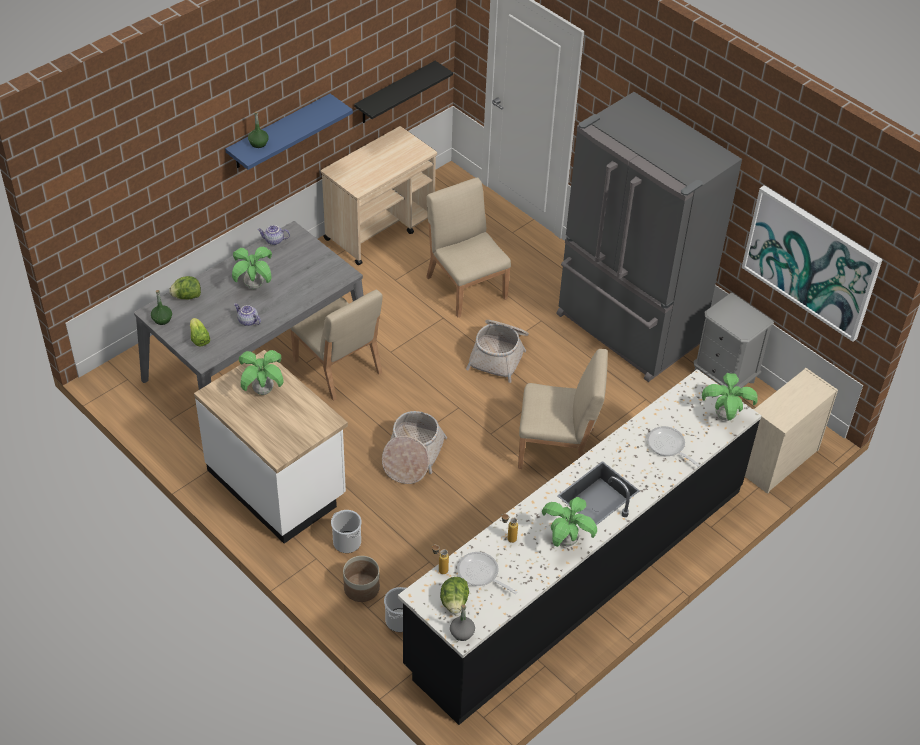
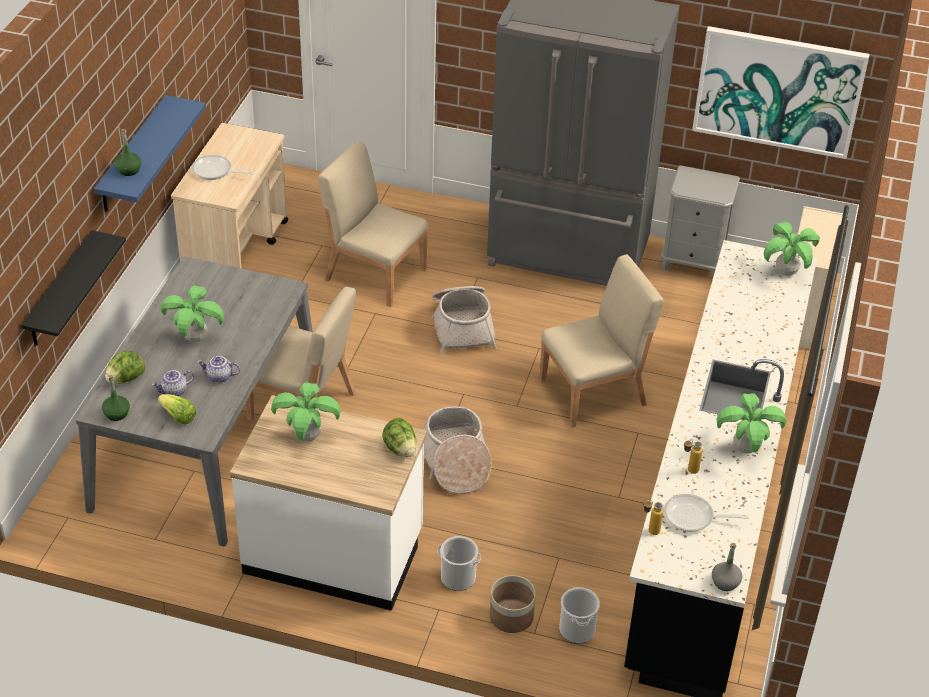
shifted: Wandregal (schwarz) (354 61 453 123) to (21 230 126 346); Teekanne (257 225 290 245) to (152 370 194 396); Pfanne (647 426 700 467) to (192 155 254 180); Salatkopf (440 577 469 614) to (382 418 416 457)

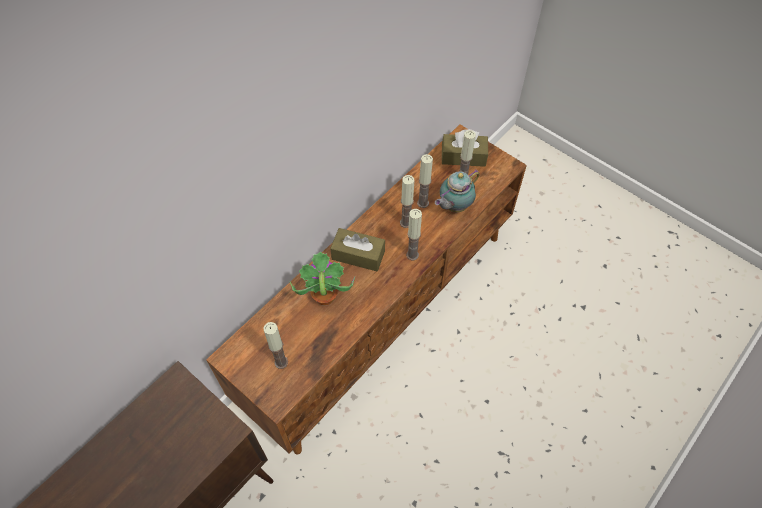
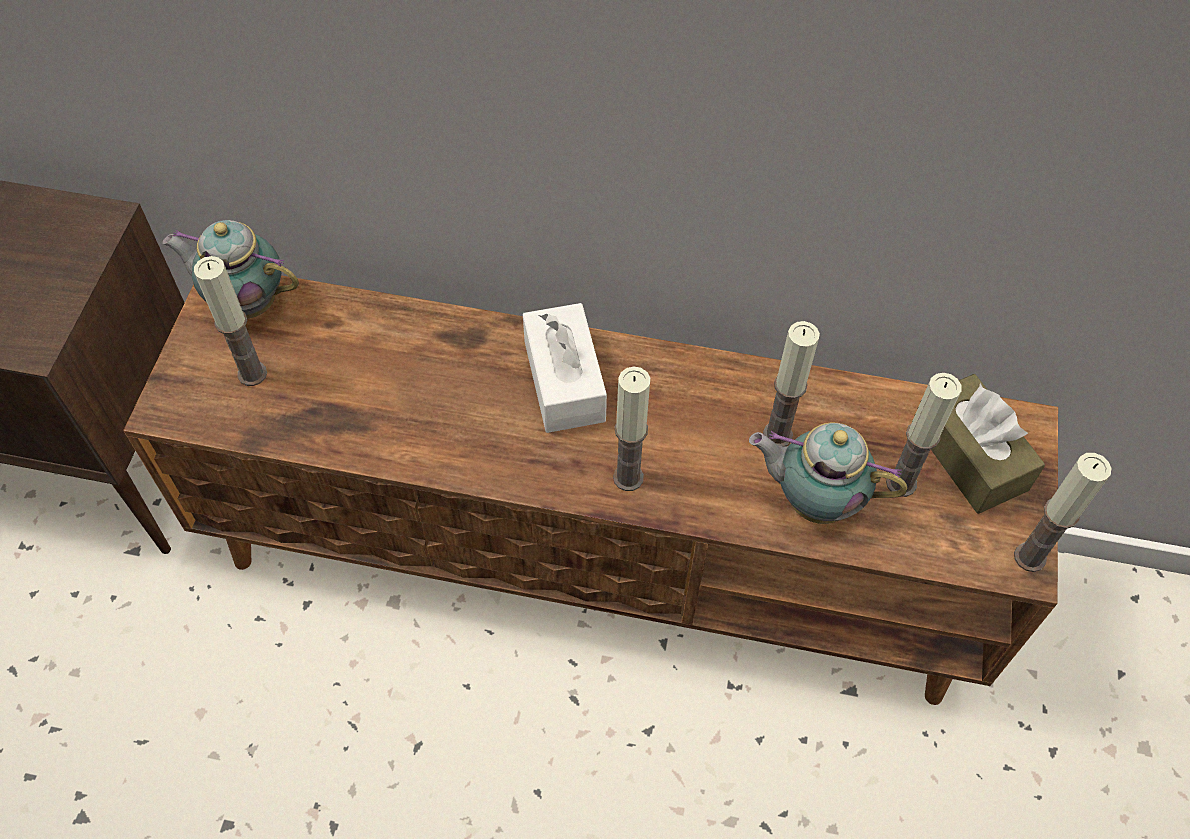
gone: Topfpflanze (290 252 355 306)
new: Teekanne (162 220 299 319)
shifted: Kerze (400 175 414 228) to (1014 453 1112 572)
repainted: Taschentuchbox (braun) (330 228 385 271) to Taschentuchbox (weiß) (523 303 607 433)

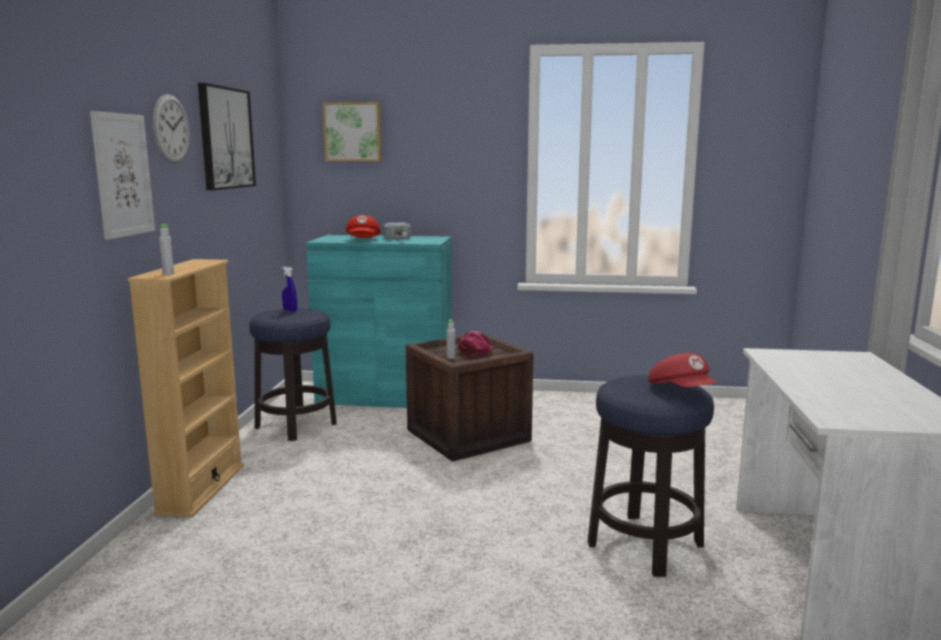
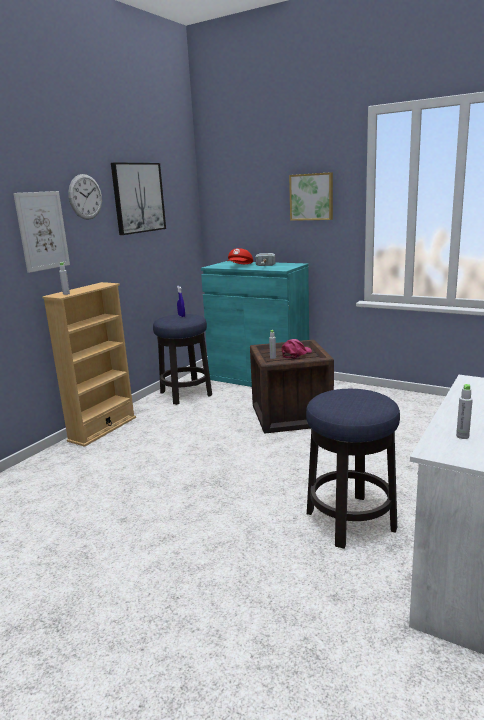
gone: Kappe (rot) (648 353 718 387)
new: Flasche (grau) (456 384 473 439)
shifted: Bild (323 102 382 161) to (289 172 333 221)

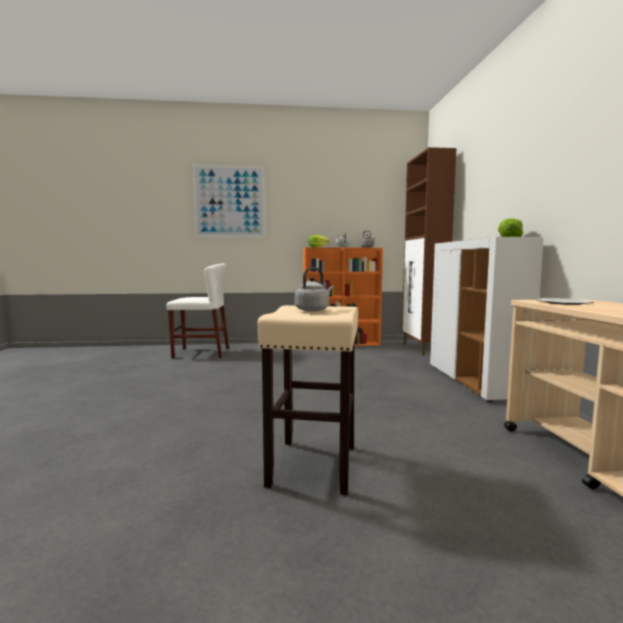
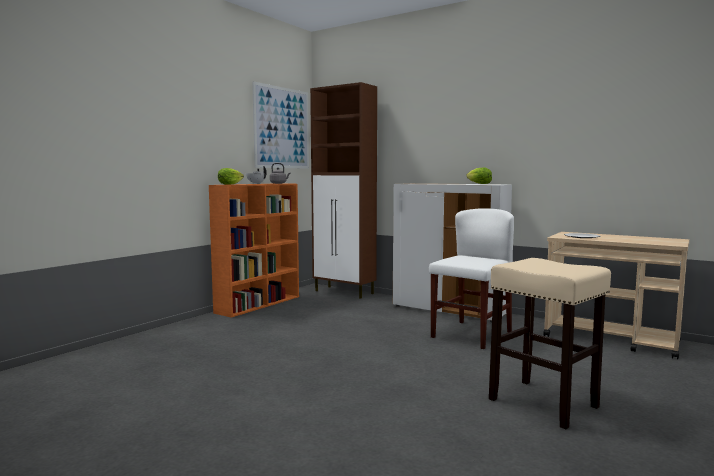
gone: Wasserkessel (grau) (295 268 333 311)
shifted: Bild (193 165 265 238) to (252 81 309 169); Stuhl (weiß) (167 263 229 358) to (429 208 514 349)

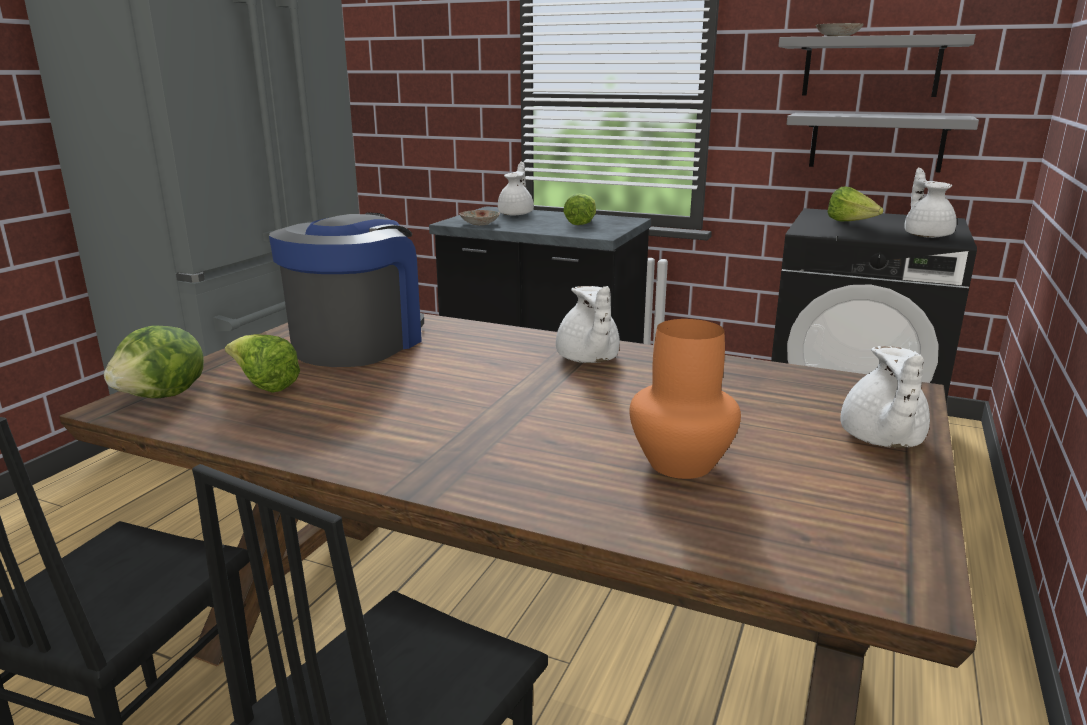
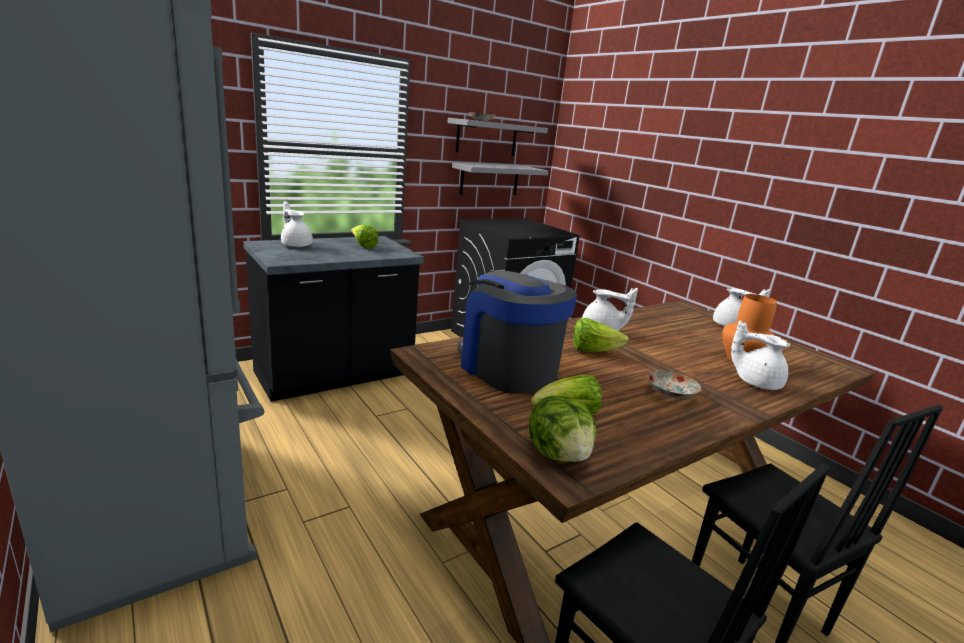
shifted: Teekanne (weiß) (904 168 957 238) to (731 320 790 390); Salatkopf (828 186 884 222) to (573 318 629 352); Teller (460 210 500 225) to (648 371 701 399)

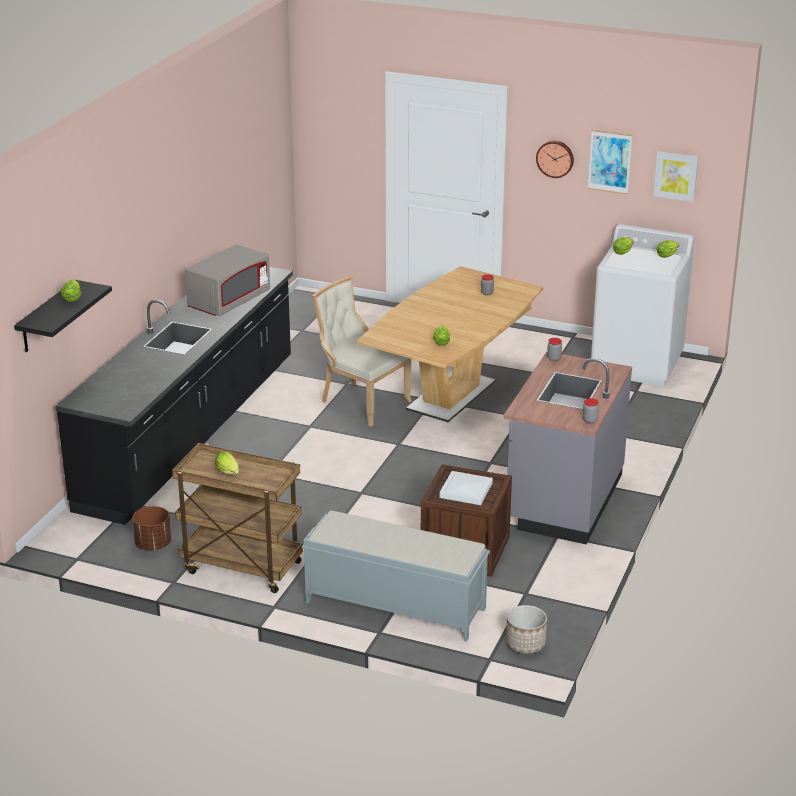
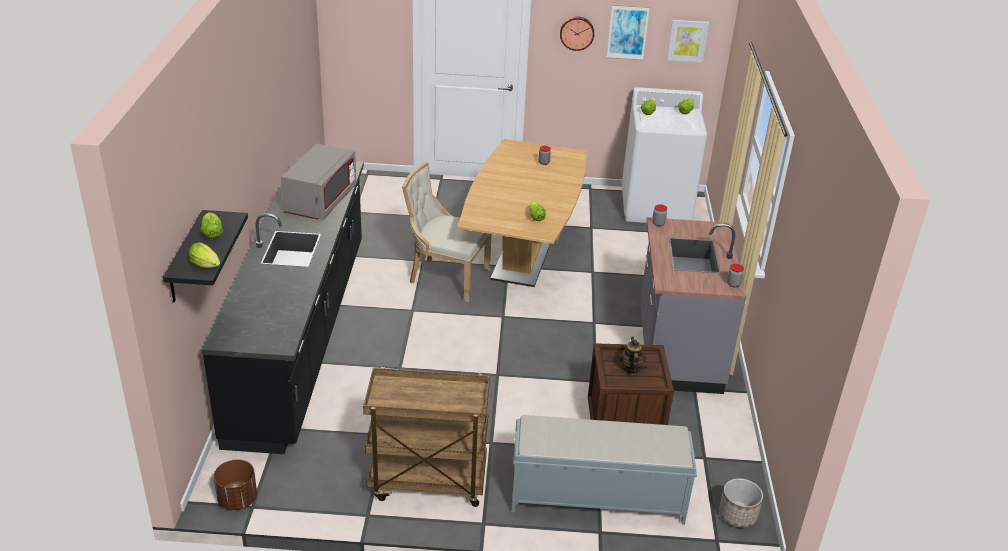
shifted: Salatkopf (215 451 239 475) to (188 242 220 268); Pflanzkübel (braun) (132 506 171 550) to (214 459 257 510)
swapped: Tablett (weiß) (439 471 493 505) to Teekanne (619 337 646 374)

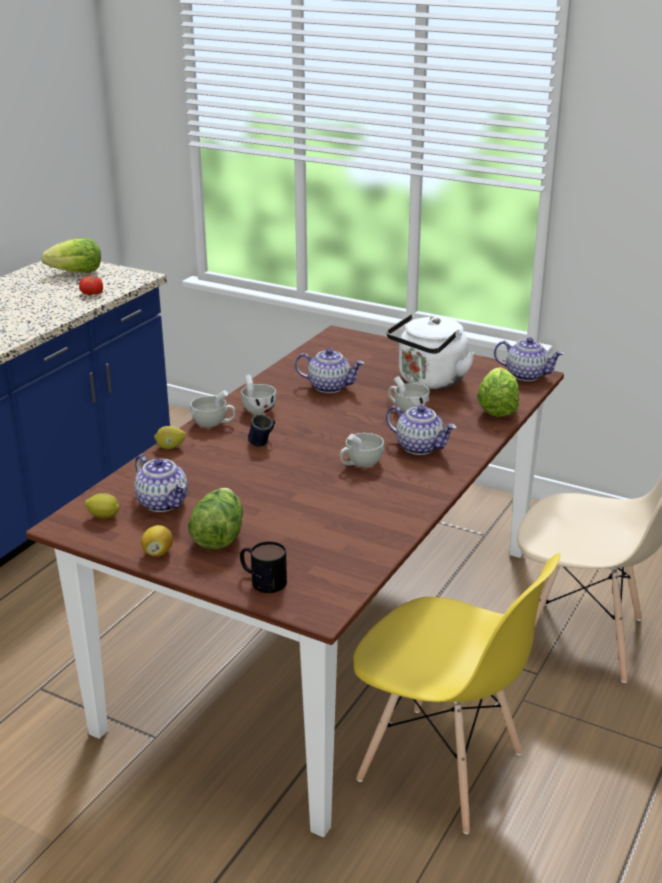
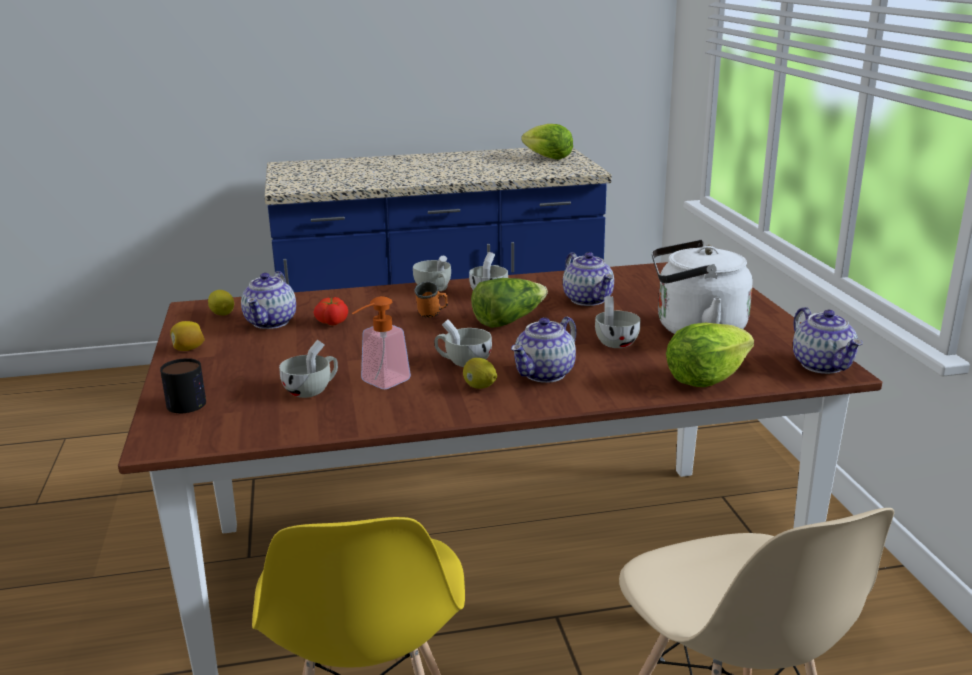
new: Seifenspender (352 296 411 389); Tasse (weiß) (279 339 338 398)
shifted: Tomate (79 276 103 295) to (314 297 348 326); Zitrone (154 426 185 449) to (463 358 497 389); Salatkopf (188 488 243 550) to (471 278 548 328)
repainted: Henkelbecher (blau) (248 414 275 447) to Henkelbecher (orange) (414 281 448 318)
rotated: Teekanne (386 405 456 455) = (511 317 576 383) 45 degrees clockwise

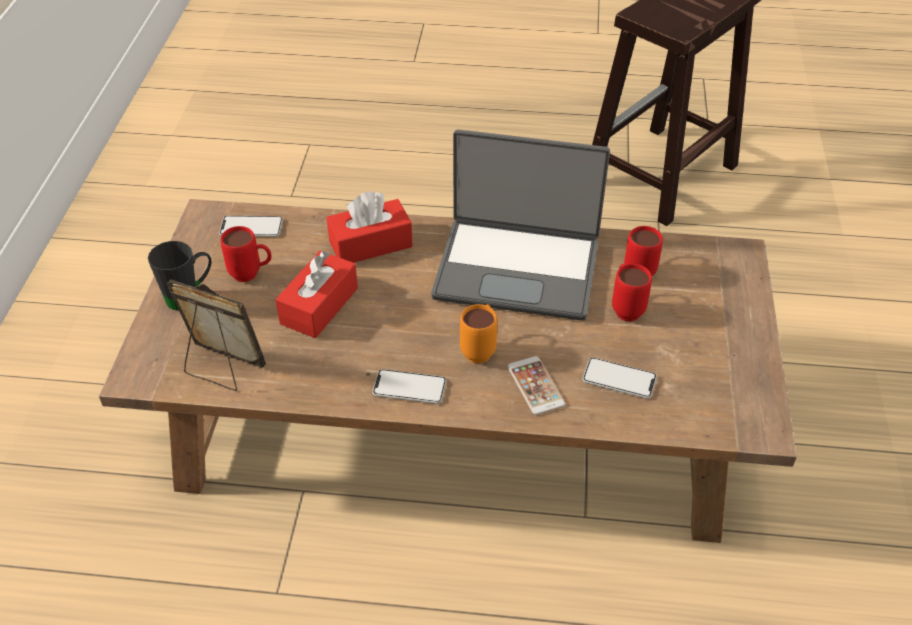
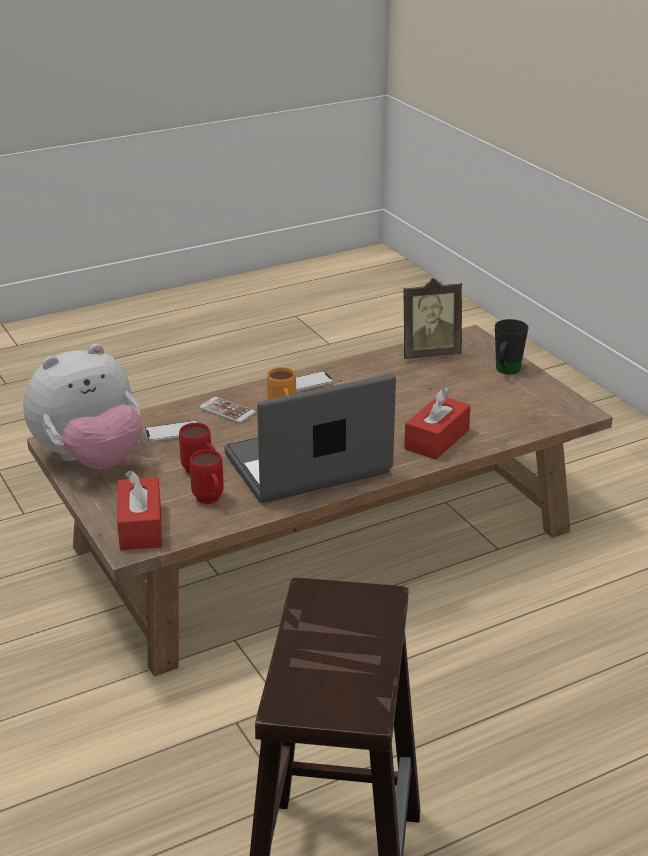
gone: Handy (219 216 283 237); Henkelbecher (rot) (221 226 272 282)
new: Plüschtier (23 344 143 469)
shifted: Taschentuchbox (rot) (275 251 358 338) to (117 470 162 550)

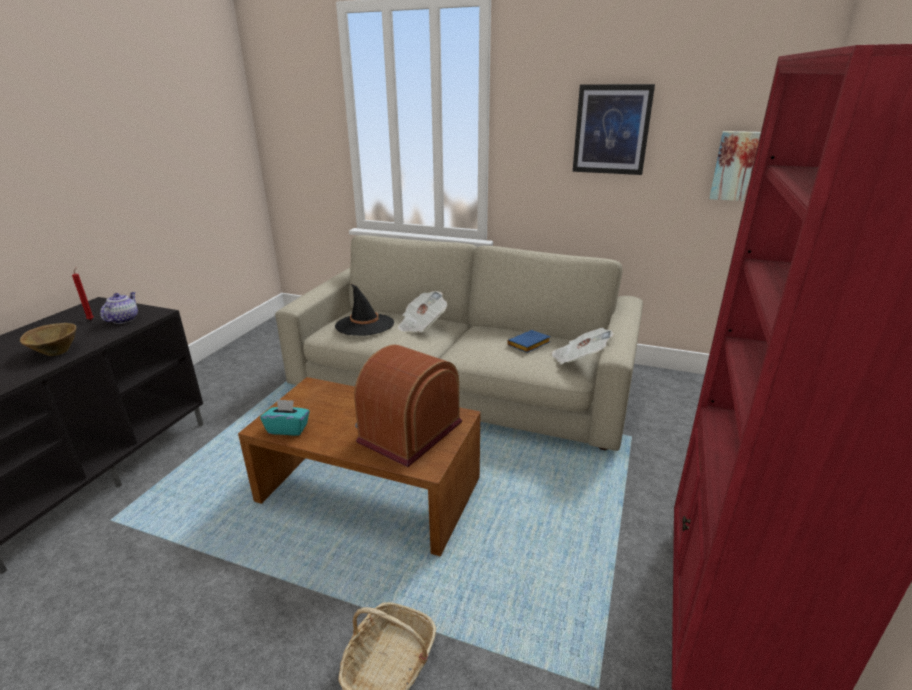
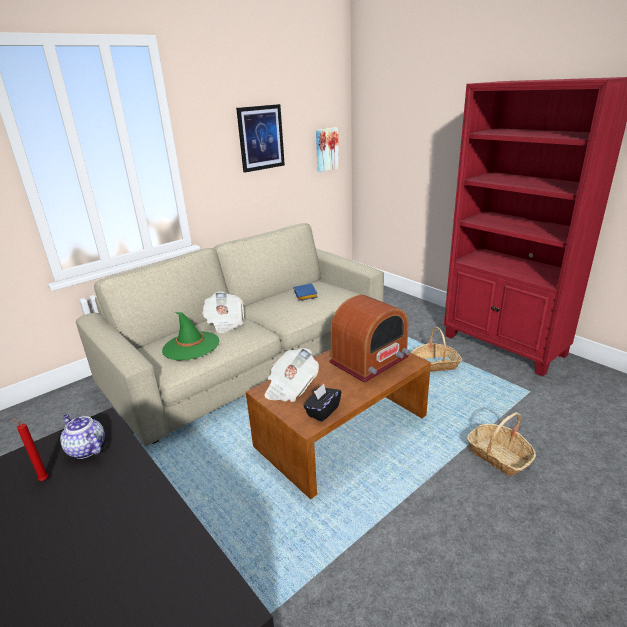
gone: Schüssel (braun) (20 323 76 356)
new: Korb (411 327 462 372)
shifted: Zeitung (551 328 614 365) to (264 348 319 402)
repainted: Hut (schwarz) (335 283 394 336) to Hut (grün) (162 312 220 360); Taschentuchbox (türkis) (260 399 310 436) to Taschentuchbox (schwarz) (304 384 341 422)
rotated: Radio (354 344 462 467) = (329 295 410 383) 105 degrees counterclockwise

